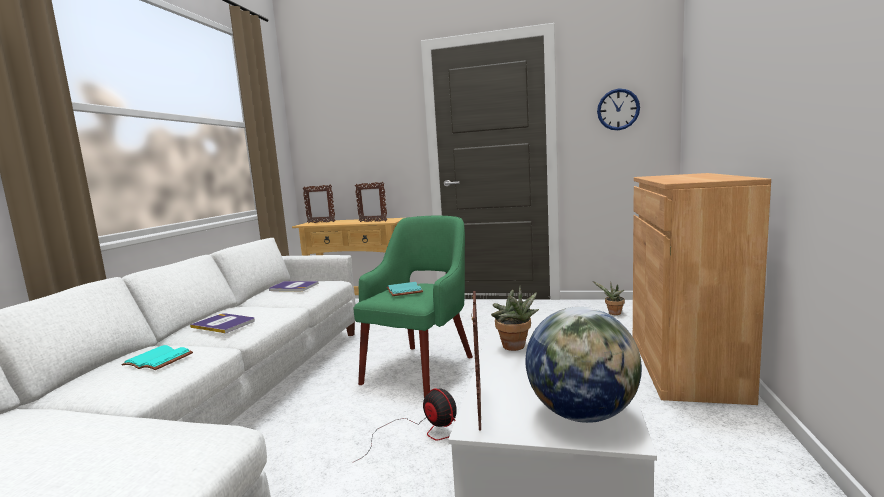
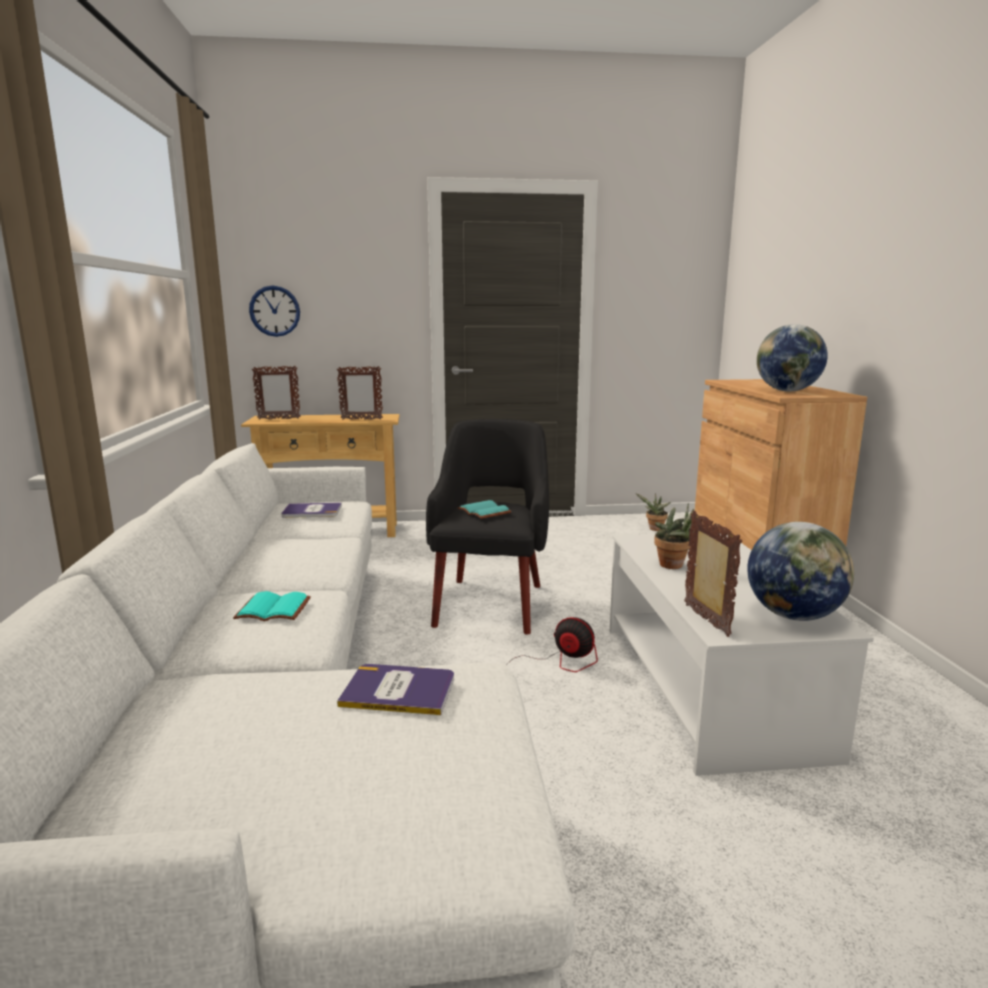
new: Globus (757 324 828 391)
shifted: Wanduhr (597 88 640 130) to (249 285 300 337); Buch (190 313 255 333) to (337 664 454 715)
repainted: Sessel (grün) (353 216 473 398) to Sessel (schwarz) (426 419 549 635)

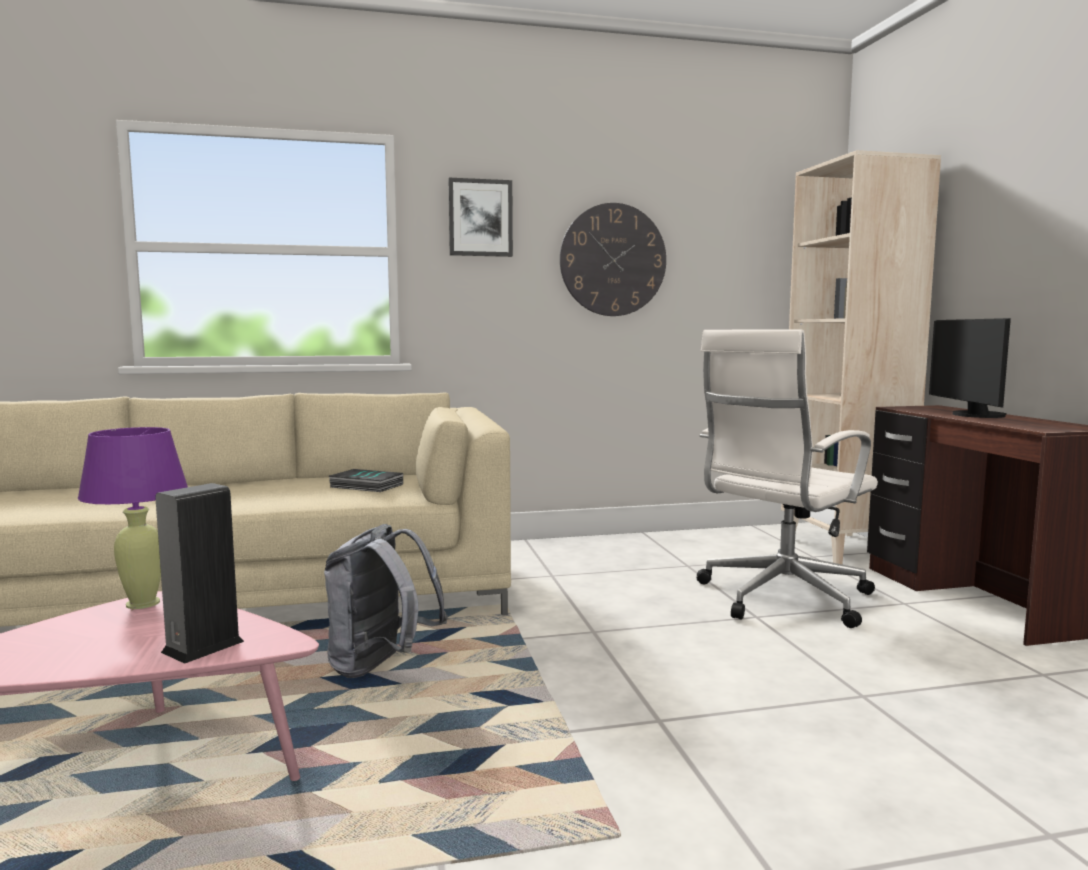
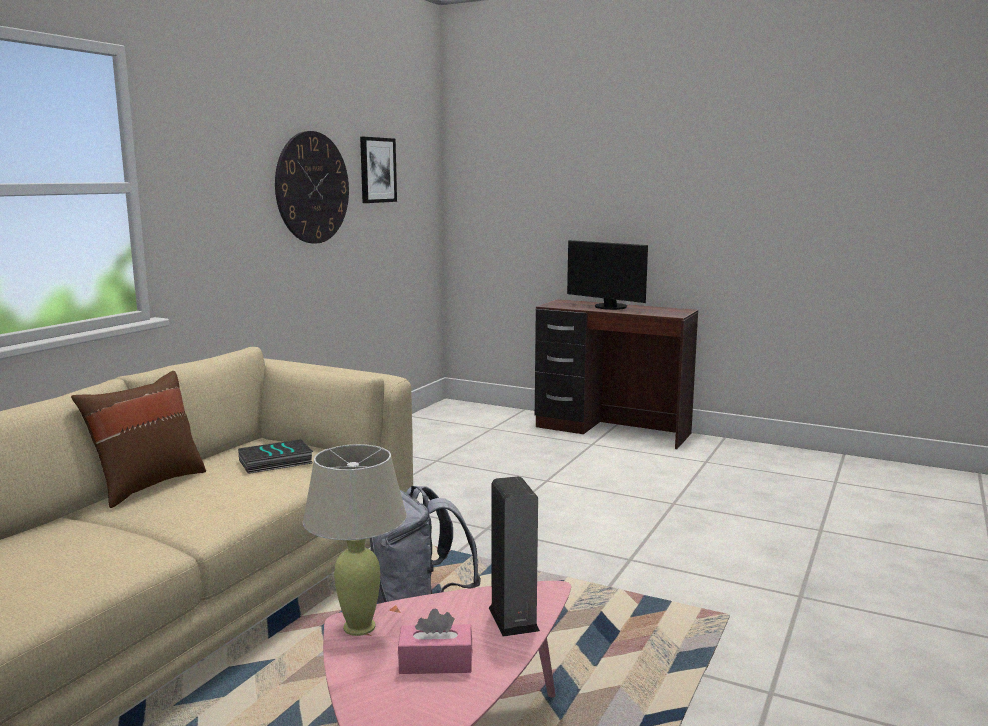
gone: Bücherregal (beige) (781 150 941 564); Bürostuhl (weiß) (697 330 878 628)
new: Kissen (braun) (71 371 206 508); Taschentuchbox (rosa) (398 609 472 674)
shifted: Bild (448 178 513 257) to (360 137 397 203)
repainted: Tischlampe (lila) (78 427 188 609) to Tischlampe (beige) (303 444 407 636)

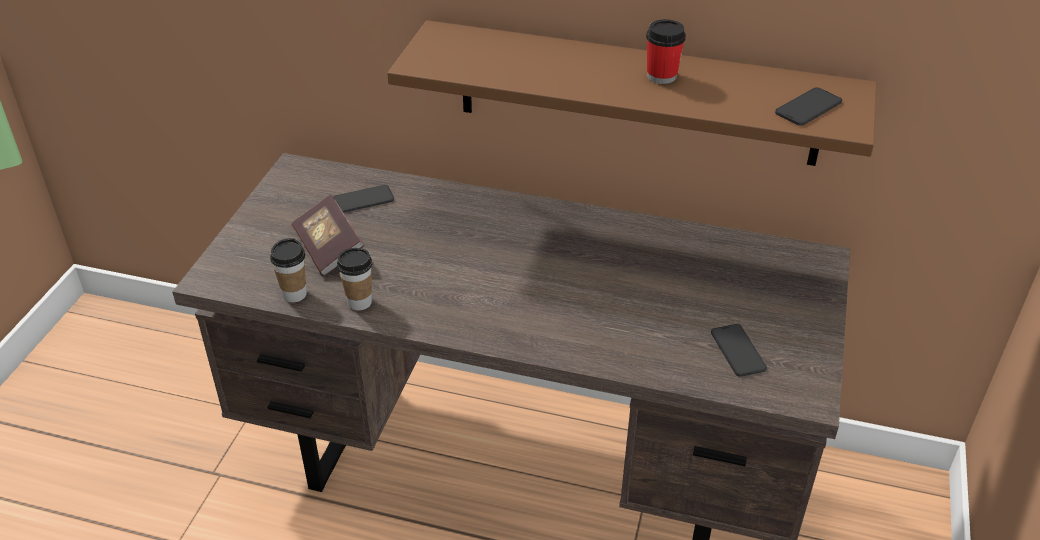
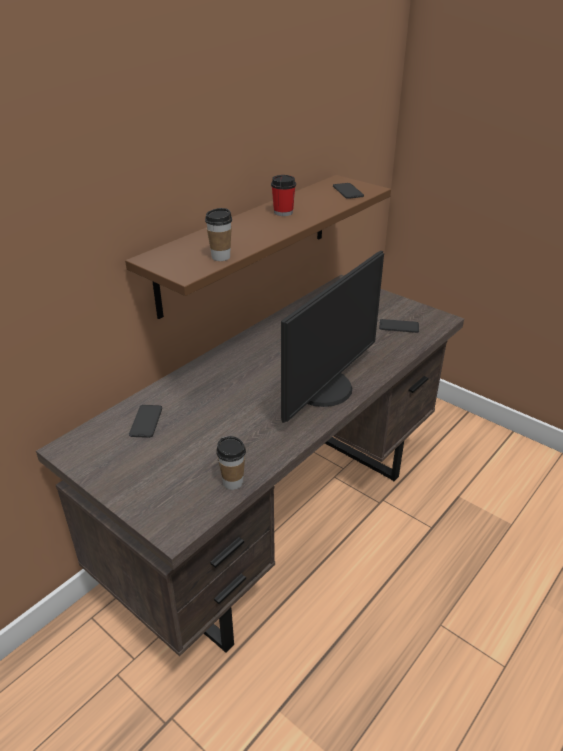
gone: Buch (292 194 364 277)
new: Monitor (281 251 384 423)
shifted: Tasse (337 248 372 311) to (205 208 232 261)

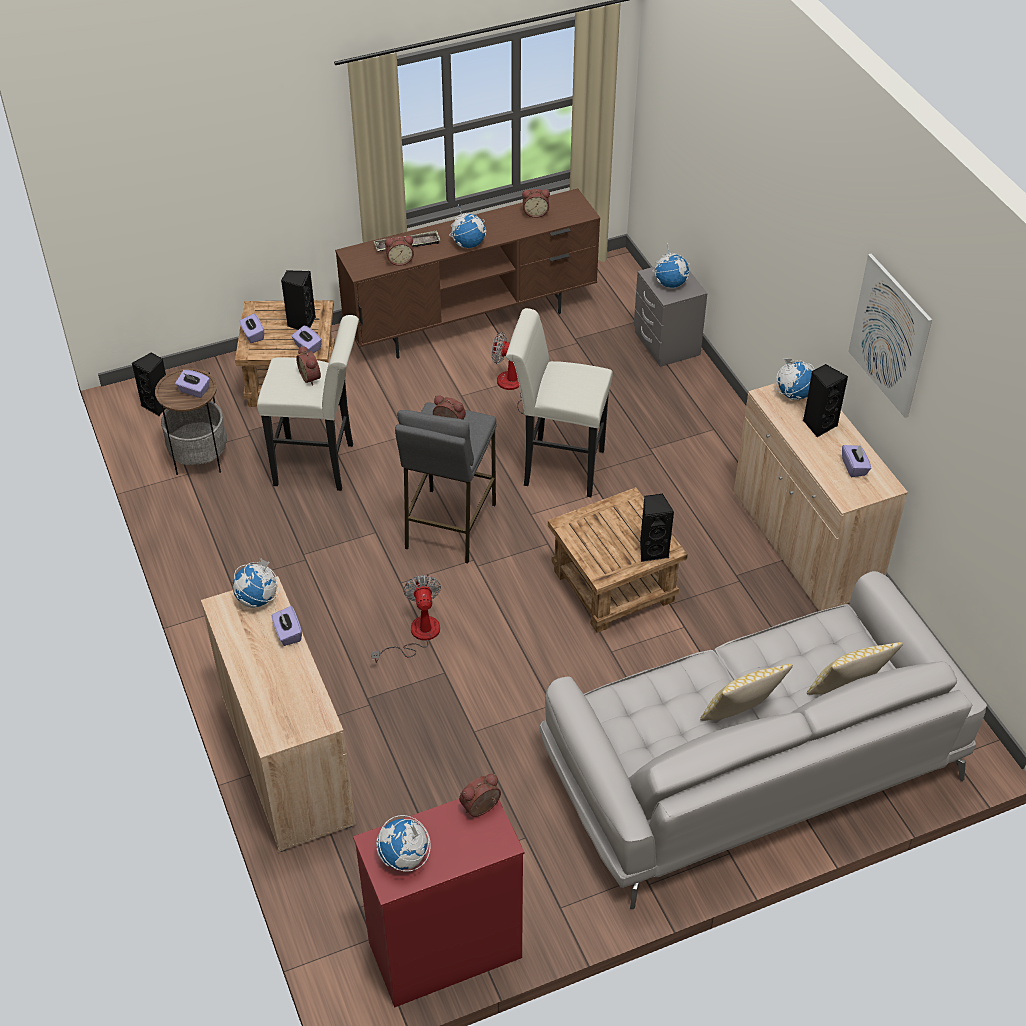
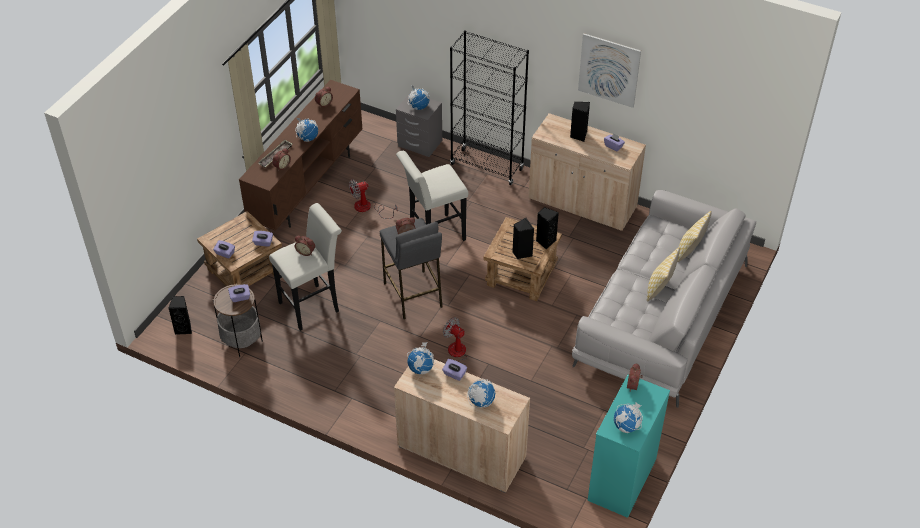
new: Bücherregal (schwarz) (450 30 529 185)
shifted: Lautsprecher (schwarz) (281 270 316 330) to (512 218 534 259); Globus (775 358 815 401) to (467 379 495 408)
repainted: Kommode (rot) (353 799 525 1007) to Kommode (türkis) (587 374 670 518)

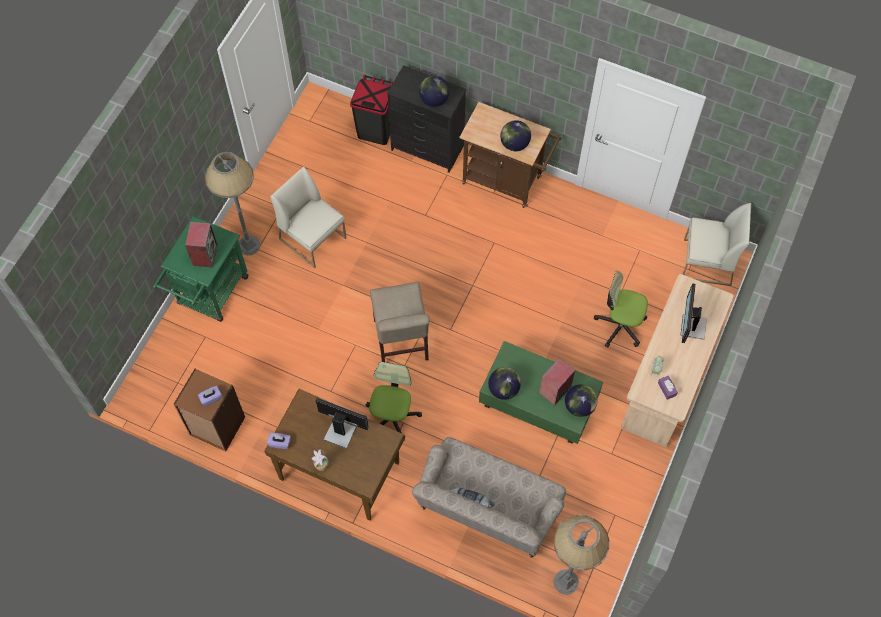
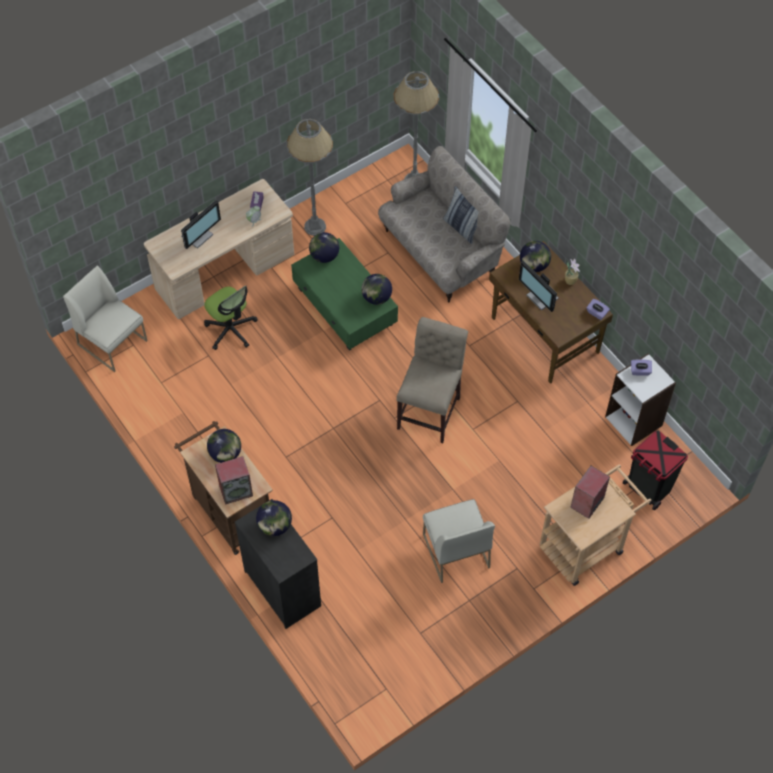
gone: Bürostuhl (366 362 422 433)
new: Globus (520 241 551 272)
shifted: Mülleimer (schwarz) (350 75 393 145) to (623 431 688 510); Stehlampe (grau) (205 152 260 255) to (287 119 333 236); Lautsprecher (539 358 575 406) to (215 456 253 505)
repainted: Rollwagen (grün) (153 216 248 322) to Rollwagen (beige) (539 464 651 586); Bücherregal (braun) (173 369 245 452) to Bücherregal (weiß) (605 353 676 446)

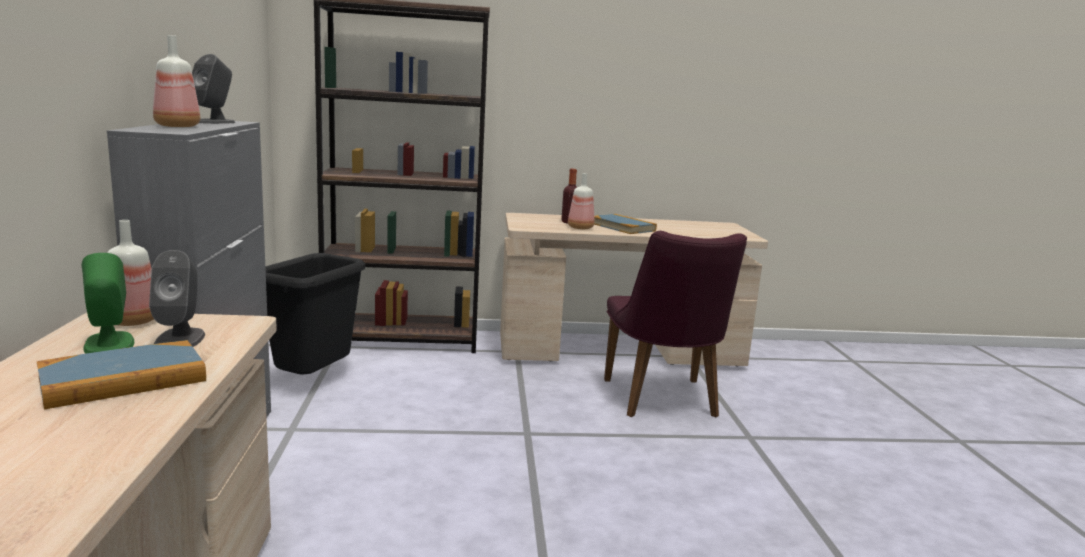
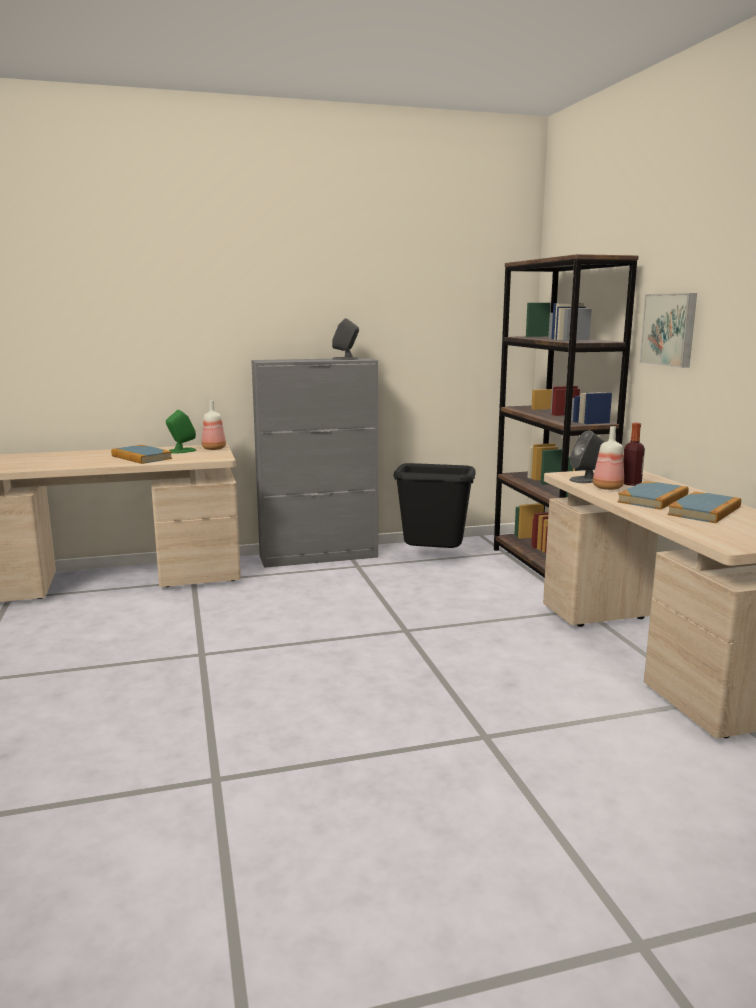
gone: Flasche (153 35 200 127); Stuhl (lila) (604 231 747 418)
new: Bild (639 293 697 368); Buch (667 492 741 523)
shifted: Lautsprecher (grau) (149 250 205 347) to (570 431 605 483)

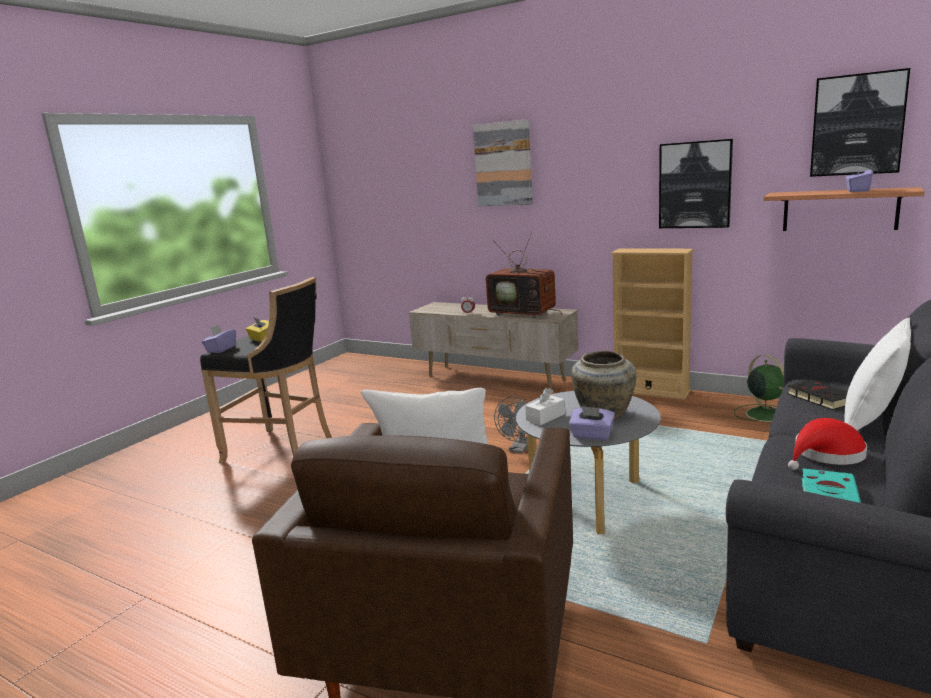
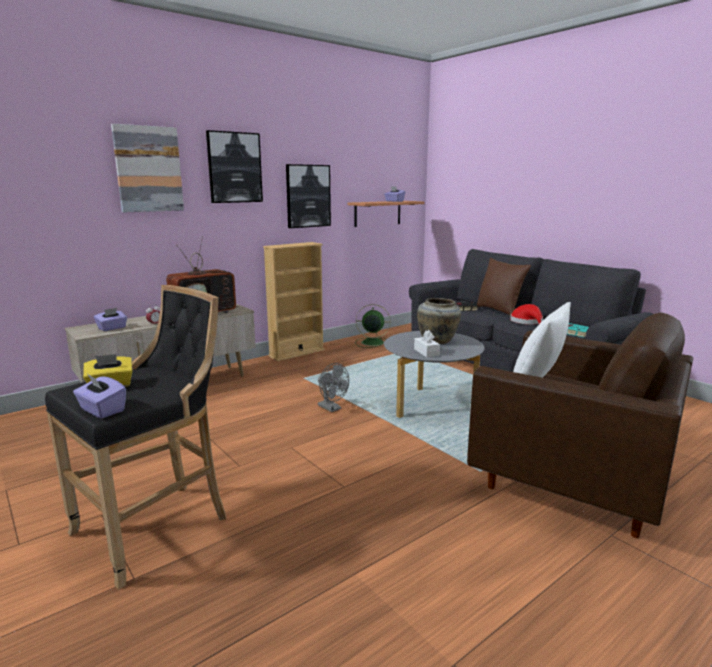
shifted: Bild (810 68 910 177) to (206 130 263 203); Taschentuchbox (lila) (569 406 615 440) to (94 308 127 331)
repainted: Kissen (weiß) (844 318 911 431) to Kissen (braun) (477 258 531 316)

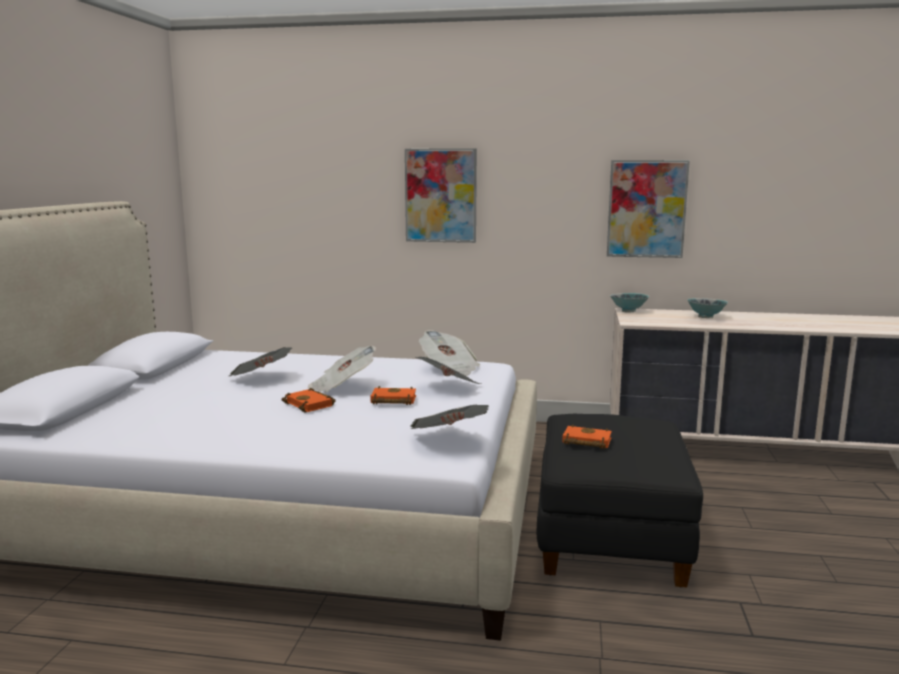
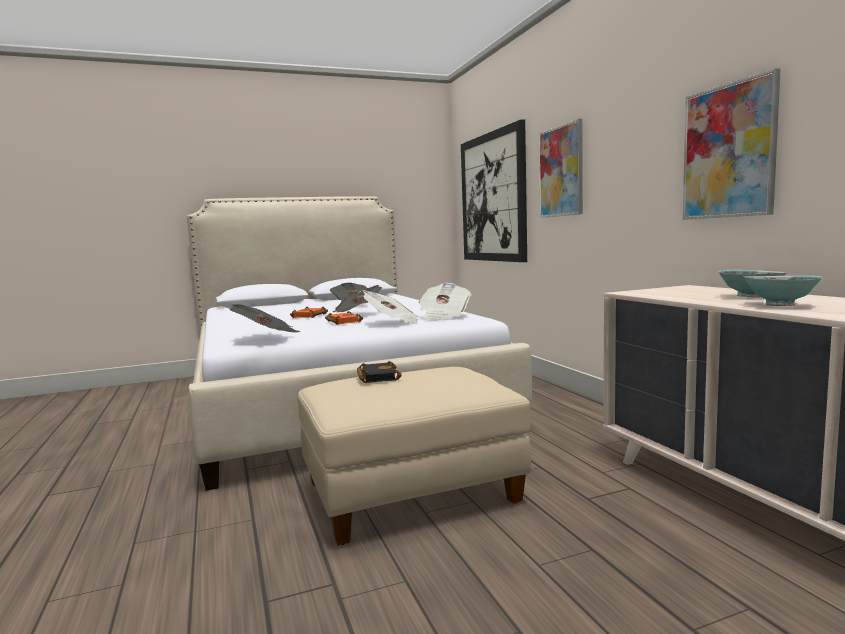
new: Bild (461 119 527 262)
shifted: Schüssel (610 293 649 312) to (744 276 823 306)
repainted: Polsterhocker (schwarz) (536 414 703 587) to Polsterhocker (beige) (298 367 531 546); Buch (orange) (562 424 612 449) to Buch (schwarz) (357 361 402 383)

